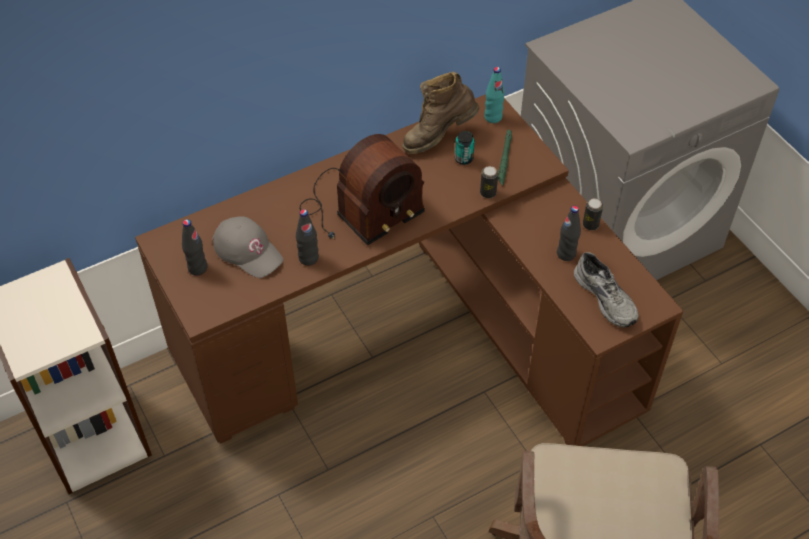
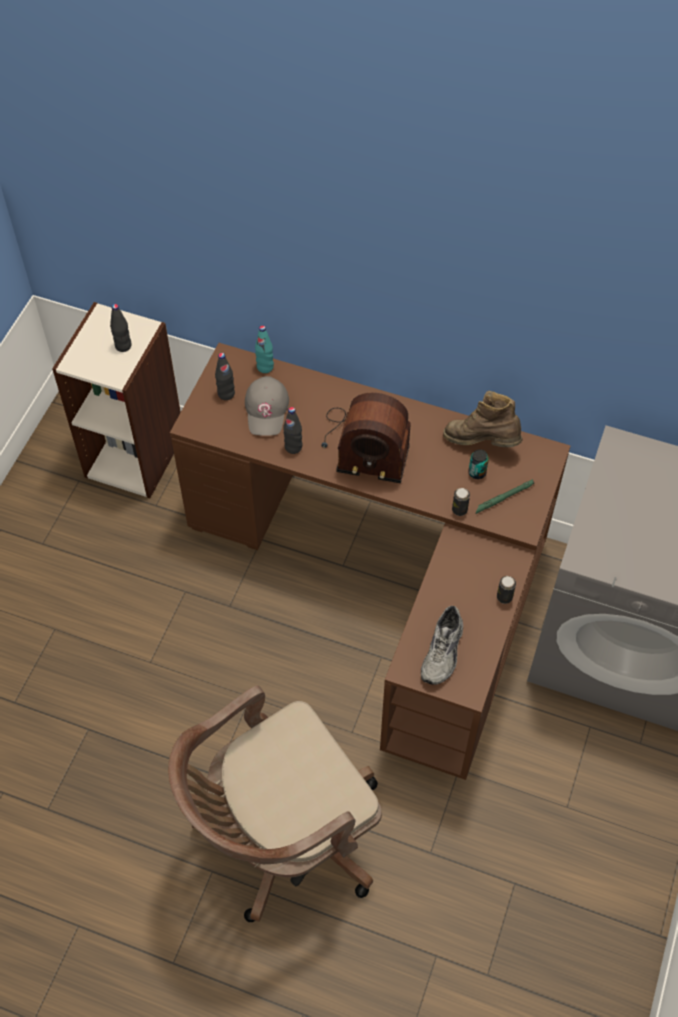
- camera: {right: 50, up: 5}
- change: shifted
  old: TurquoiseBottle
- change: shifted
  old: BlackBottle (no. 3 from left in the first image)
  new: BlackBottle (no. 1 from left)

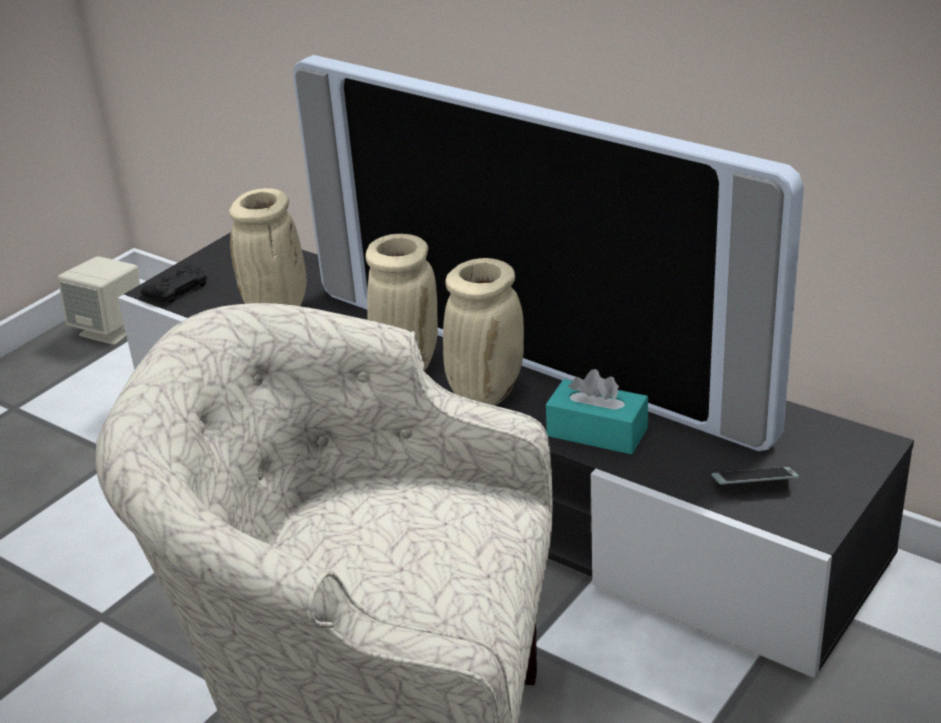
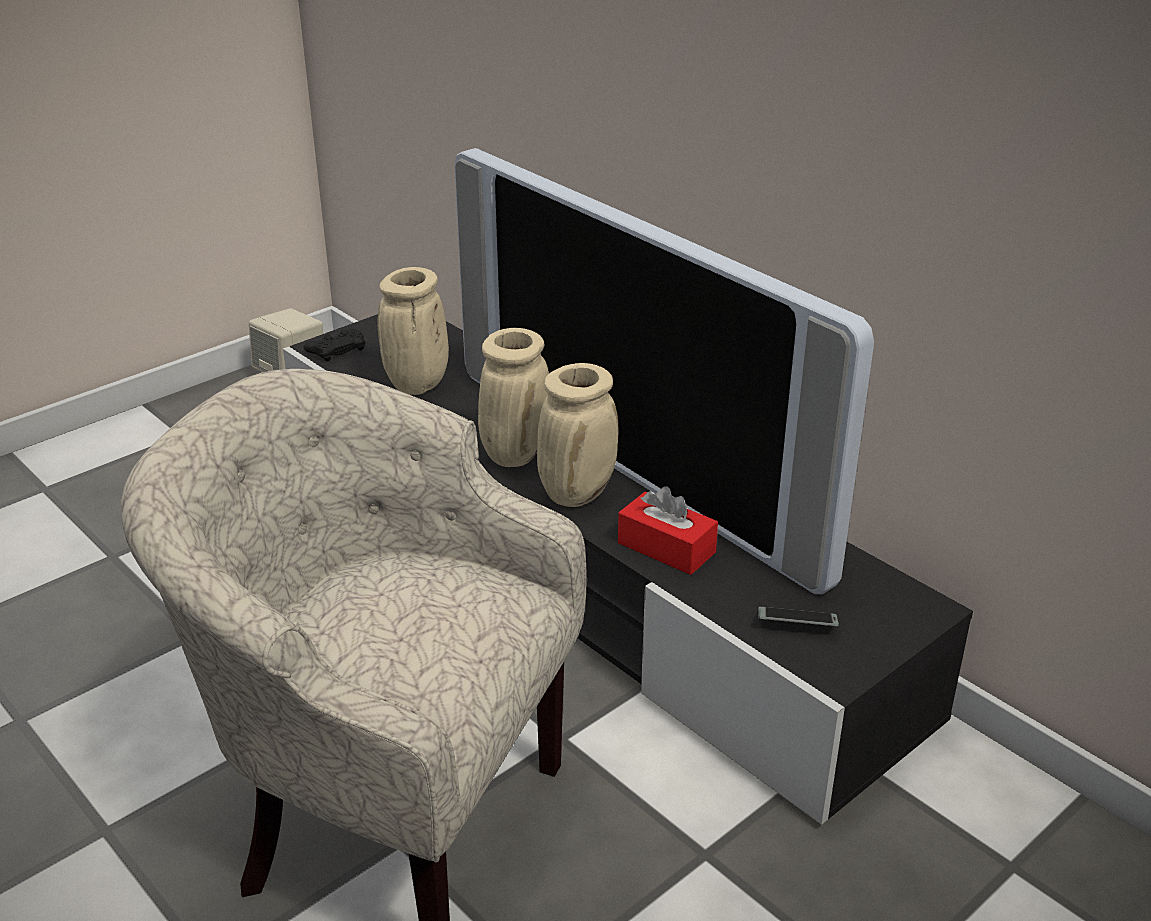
- camera: {right: 10, up: 0}
- change: repainted
  old: TurquoiseTissueBox
  new: RedTissueBox

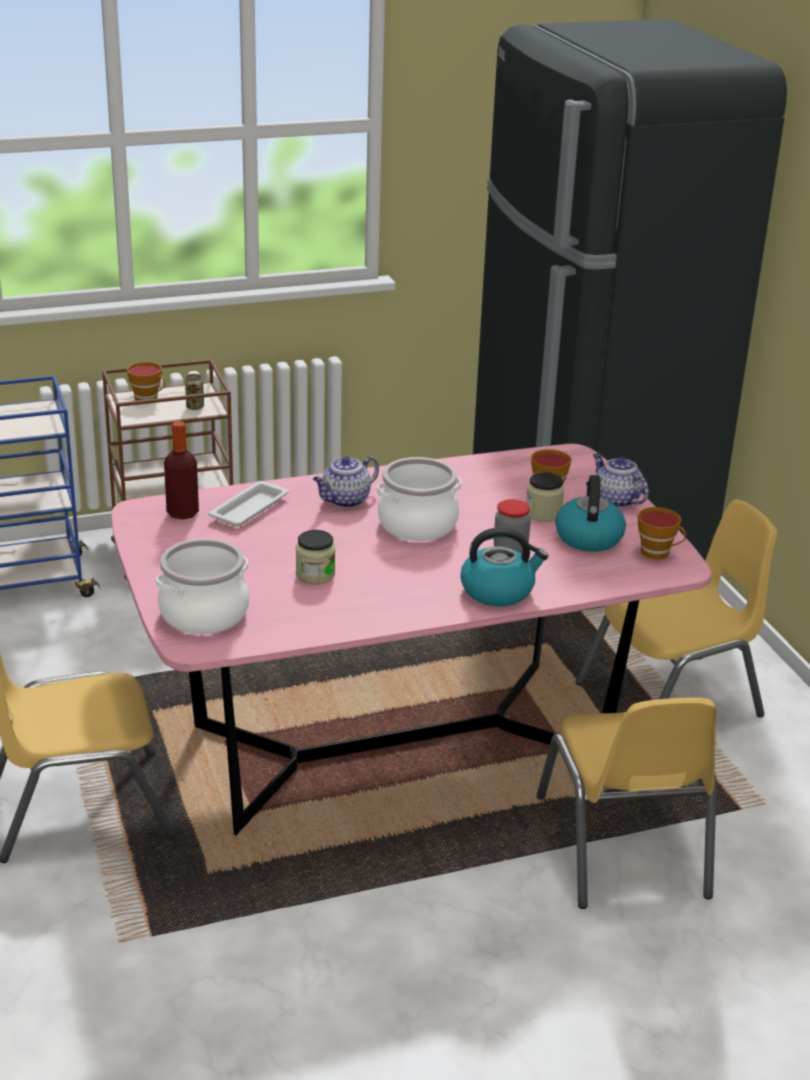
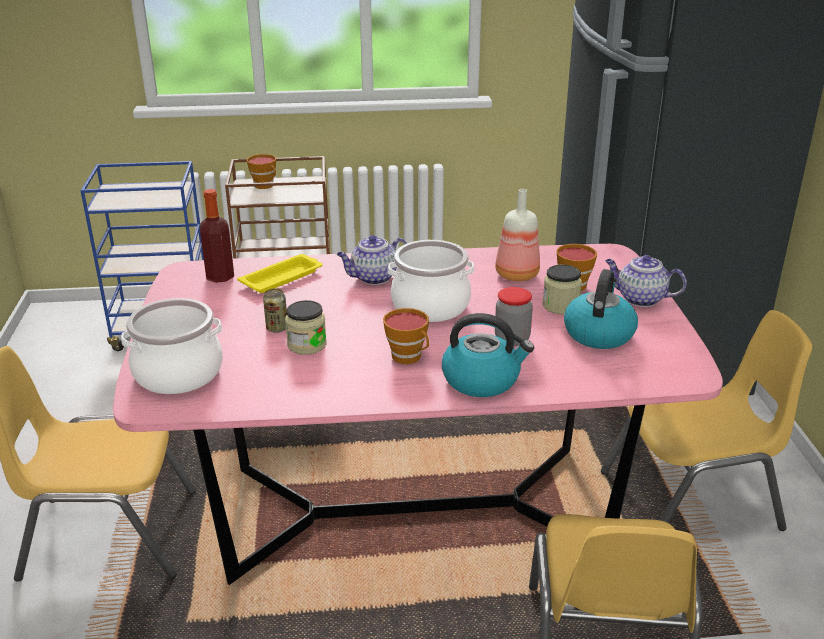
- camera: {right: 15, up: 0}
- change: shifted
  old: Can
- change: rotated
  old: Teapot (no. 2 from left)
  degrees: -45
- change: repainted
  old: WhiteTray
  new: YellowTray
- change: shifted
  old: Cup (no. 3 from left in the first image)
  new: Cup (no. 2 from left)
- change: new
  new: Bottle (no. 2 from left)

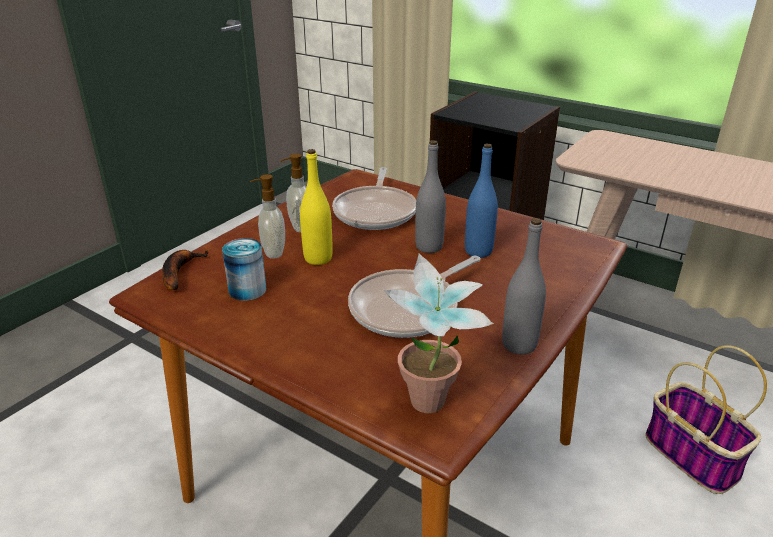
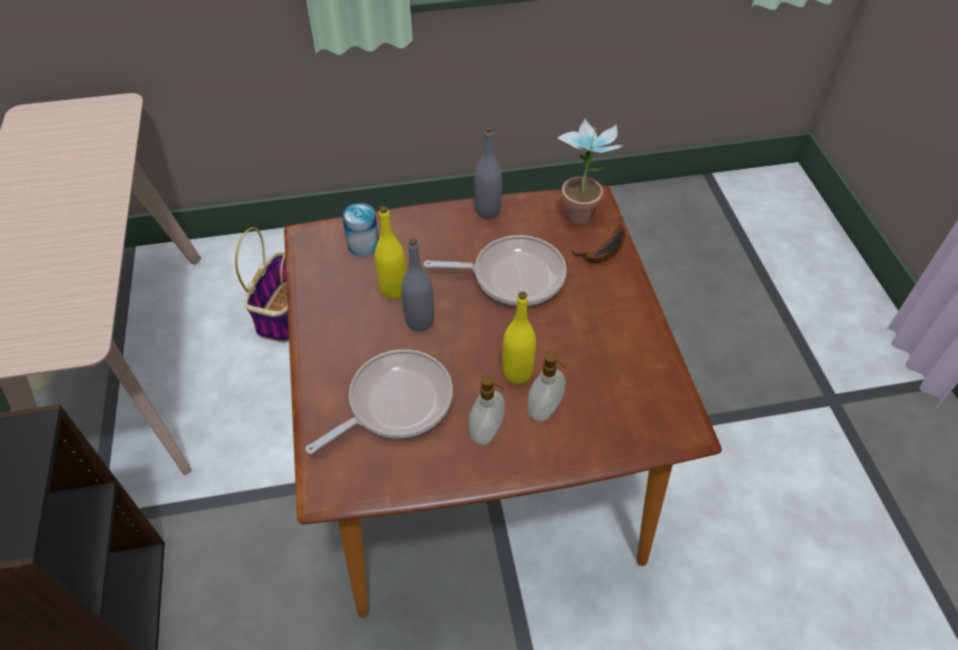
- camera: {right: -135, up: 20}
- change: repainted
  old: BlueBottle
  new: YellowBottle (no. 1 from left)
- change: shifted
  old: Can
- change: shifted
  old: Banana

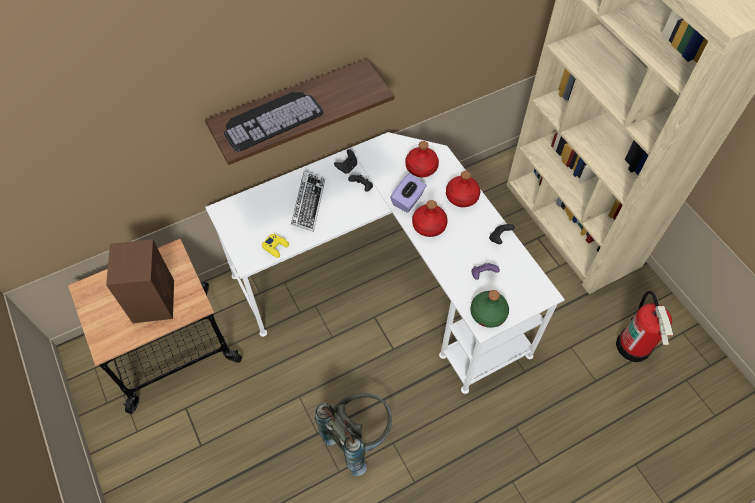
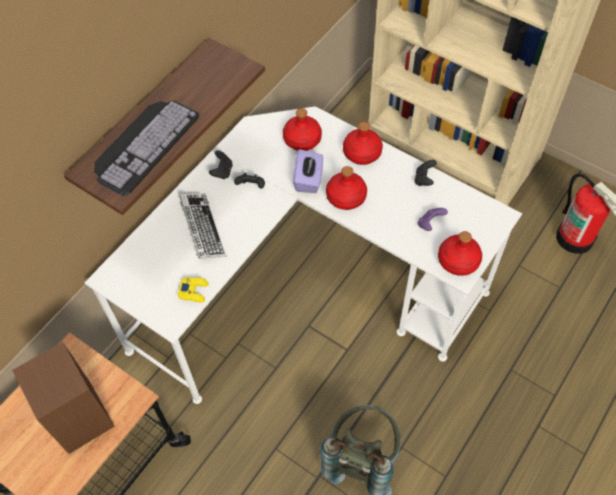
- camera: {right: -25, up: 0}
- change: repainted
  old: GreenBottle
  new: RedBottle (no. 4 from left)

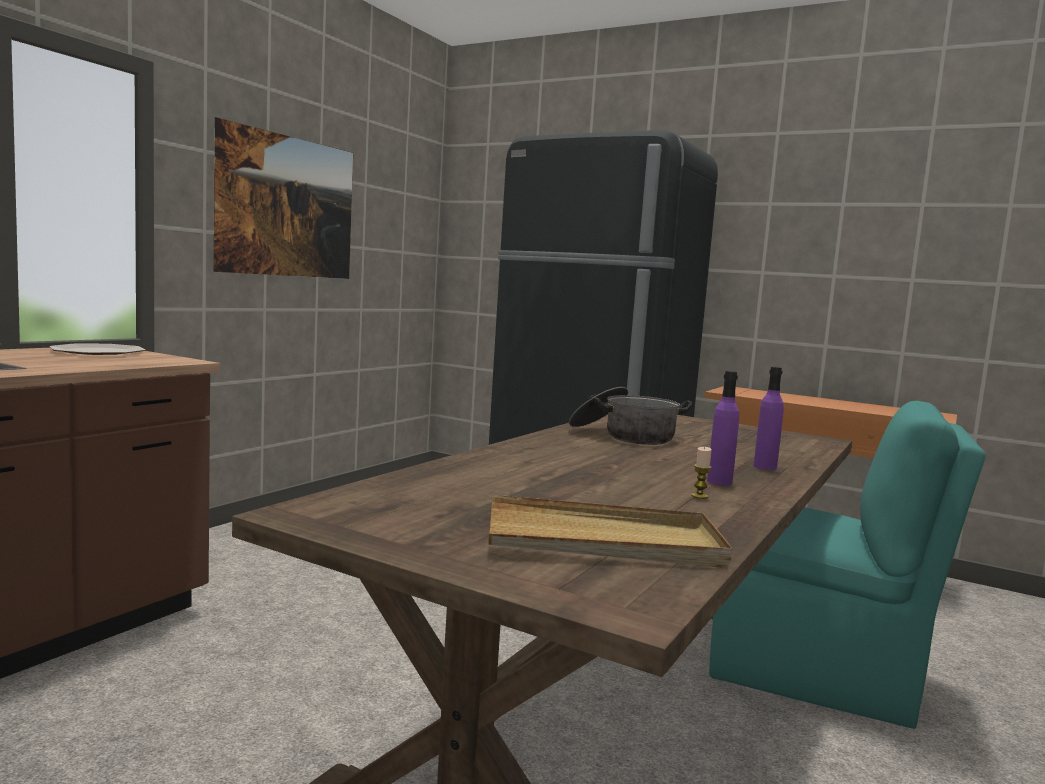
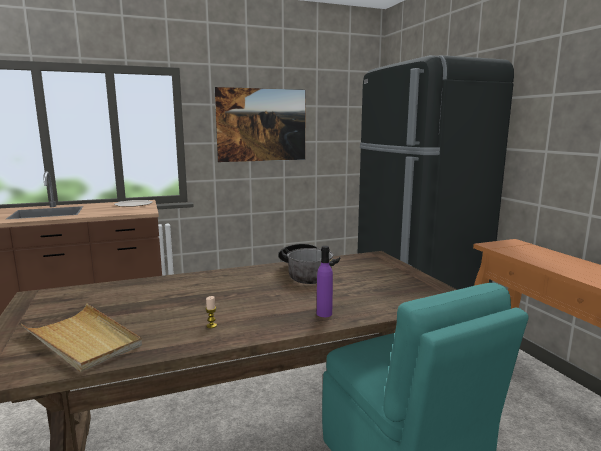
- camera: {right: 40, up: 5}
- change: gone
  old: PurpleBottle (no. 1 from left)

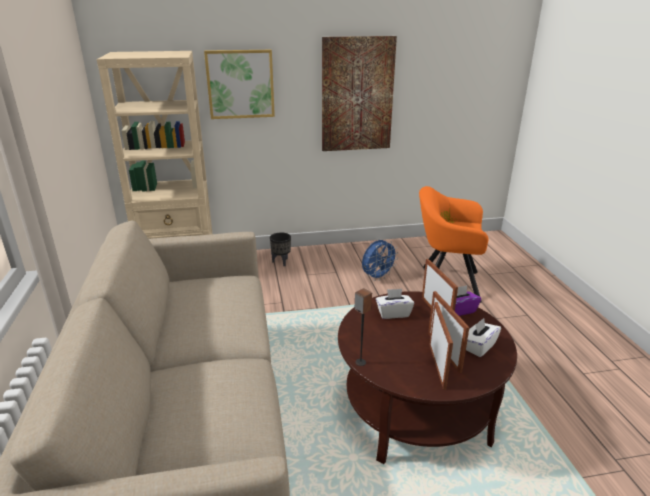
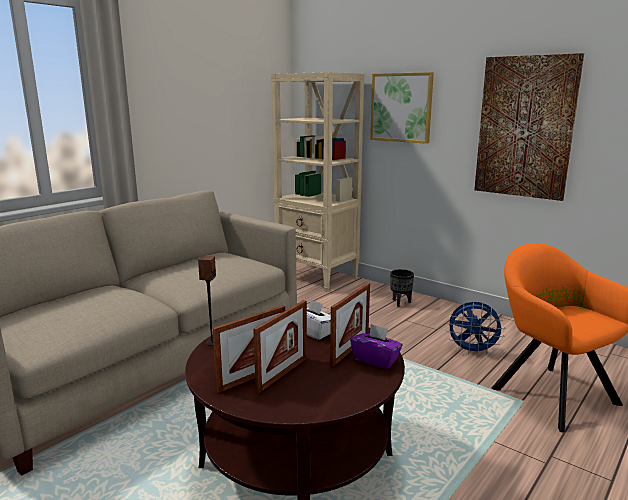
- camera: {right: 50, up: -10}
- change: gone
  old: WhiteTissueBox (no. 2 from left)

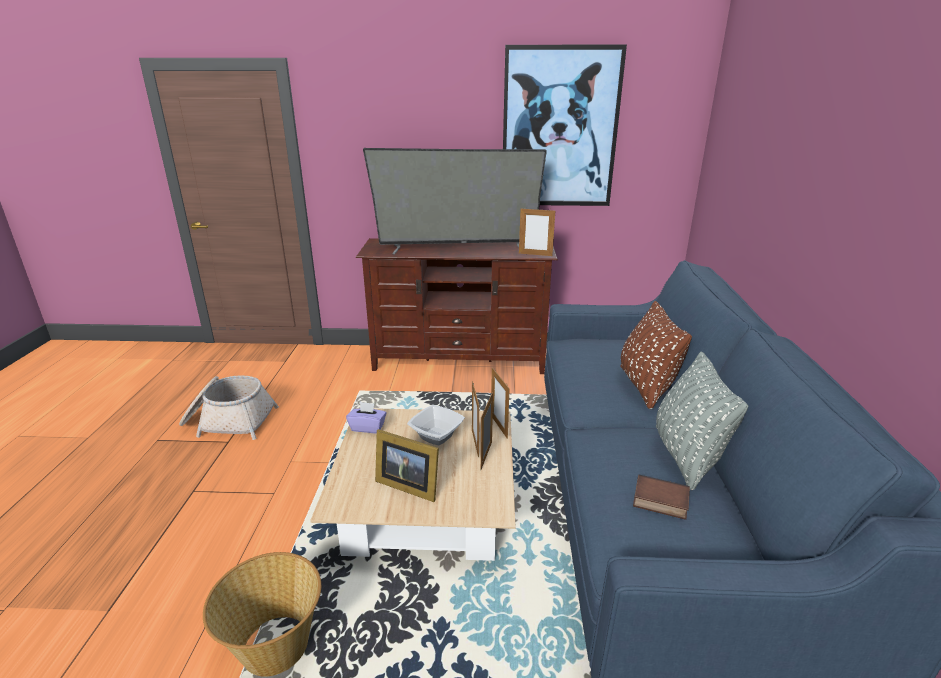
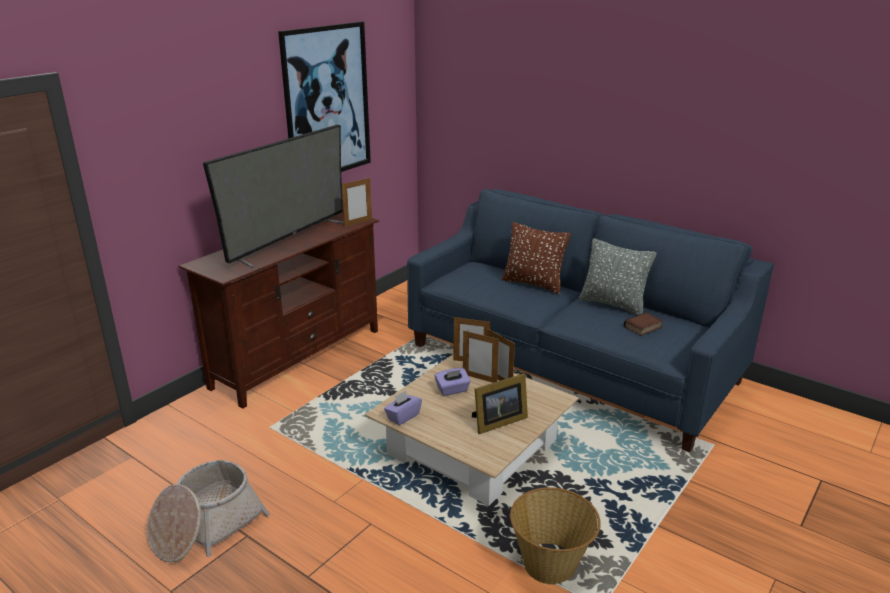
- camera: {right: -55, up: 0}
- change: swapped
  old: Bowl
  new: PurpleTissueBox (no. 2 from left)

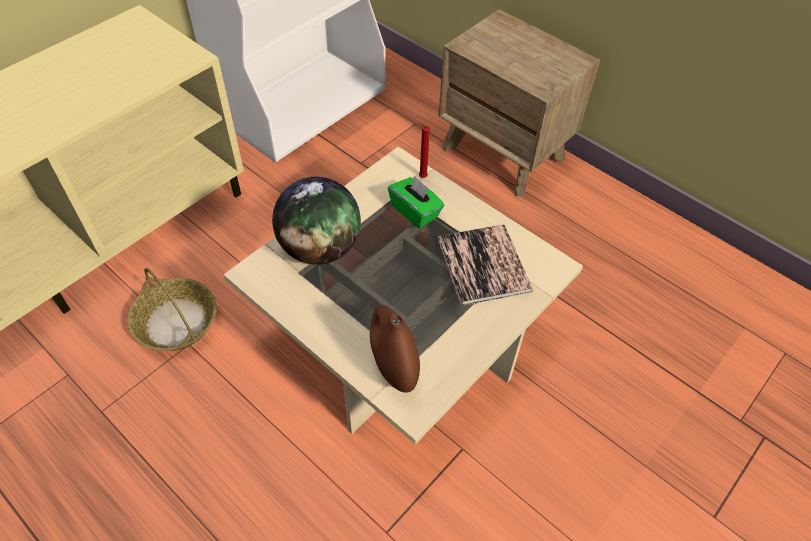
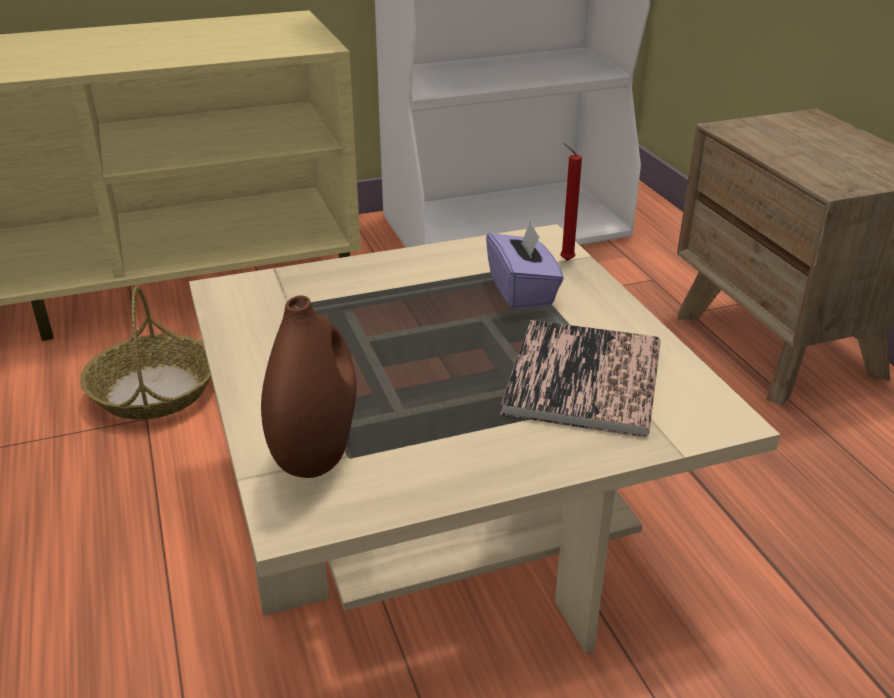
- camera: {right: 30, up: -20}
- change: repainted
  old: GreenTissueBox
  new: PurpleTissueBox
- change: gone
  old: Globe

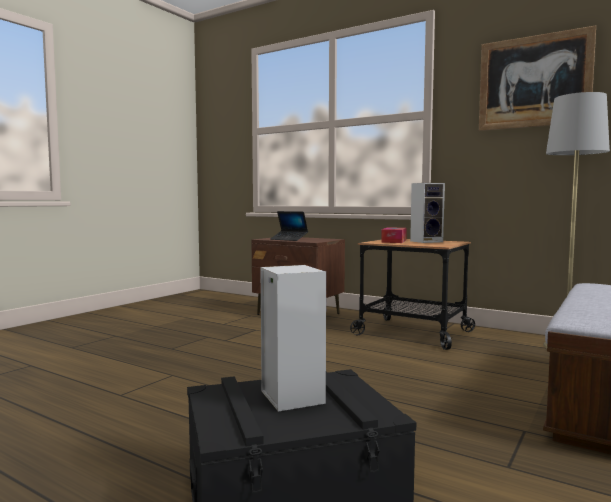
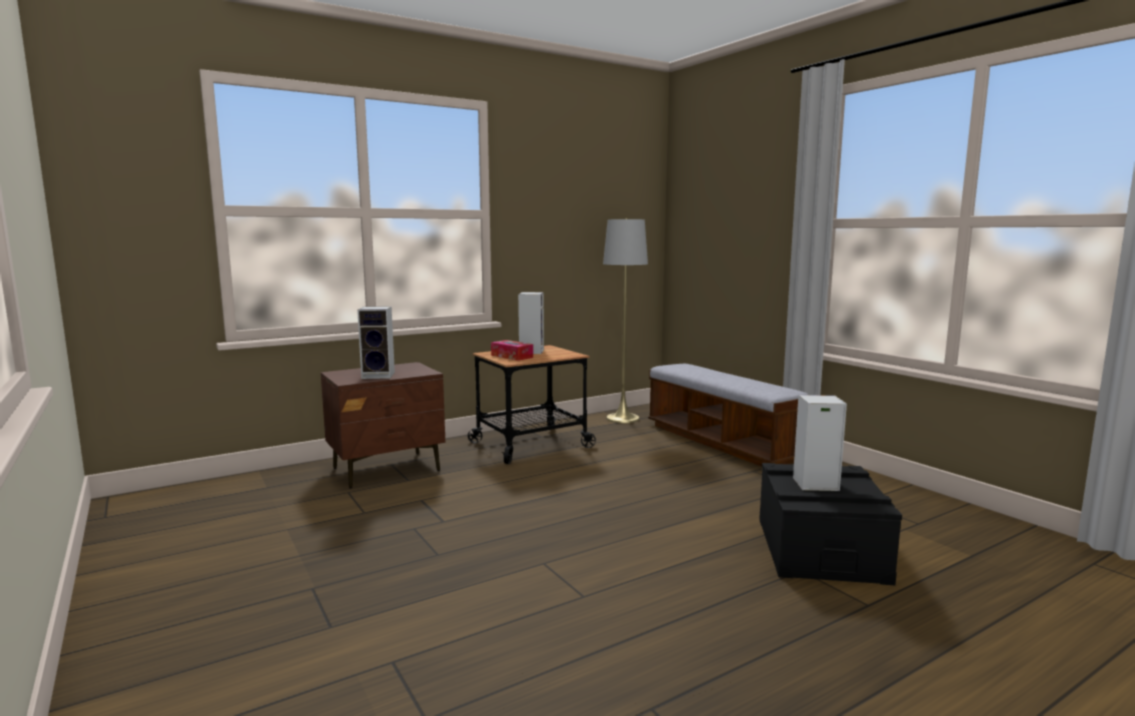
- camera: {right: -65, up: 5}
- change: gone
  old: Picture
- change: swapped
  old: Laptop
  new: Speaker (no. 1 from left)

